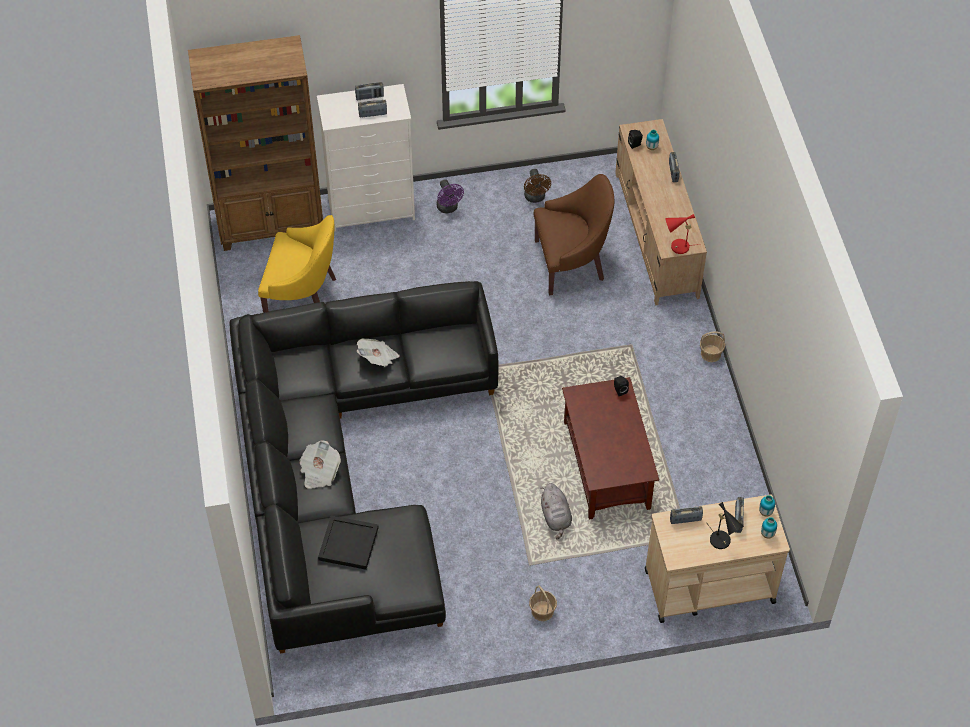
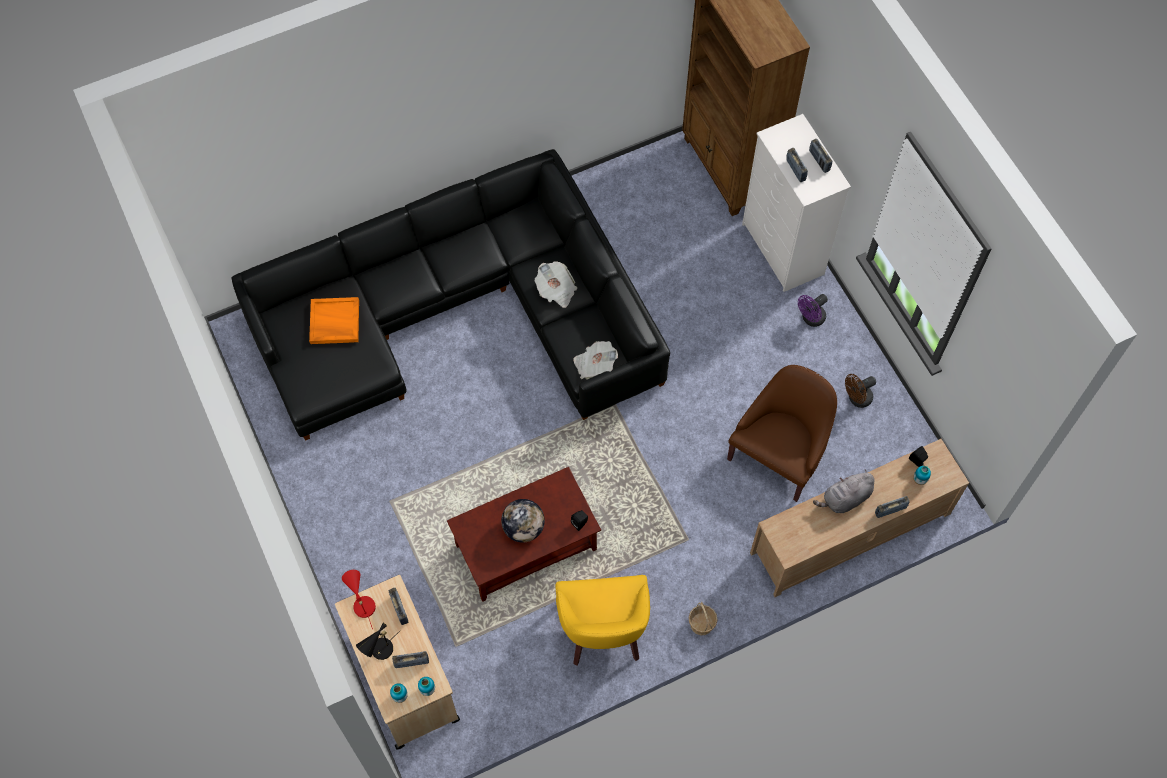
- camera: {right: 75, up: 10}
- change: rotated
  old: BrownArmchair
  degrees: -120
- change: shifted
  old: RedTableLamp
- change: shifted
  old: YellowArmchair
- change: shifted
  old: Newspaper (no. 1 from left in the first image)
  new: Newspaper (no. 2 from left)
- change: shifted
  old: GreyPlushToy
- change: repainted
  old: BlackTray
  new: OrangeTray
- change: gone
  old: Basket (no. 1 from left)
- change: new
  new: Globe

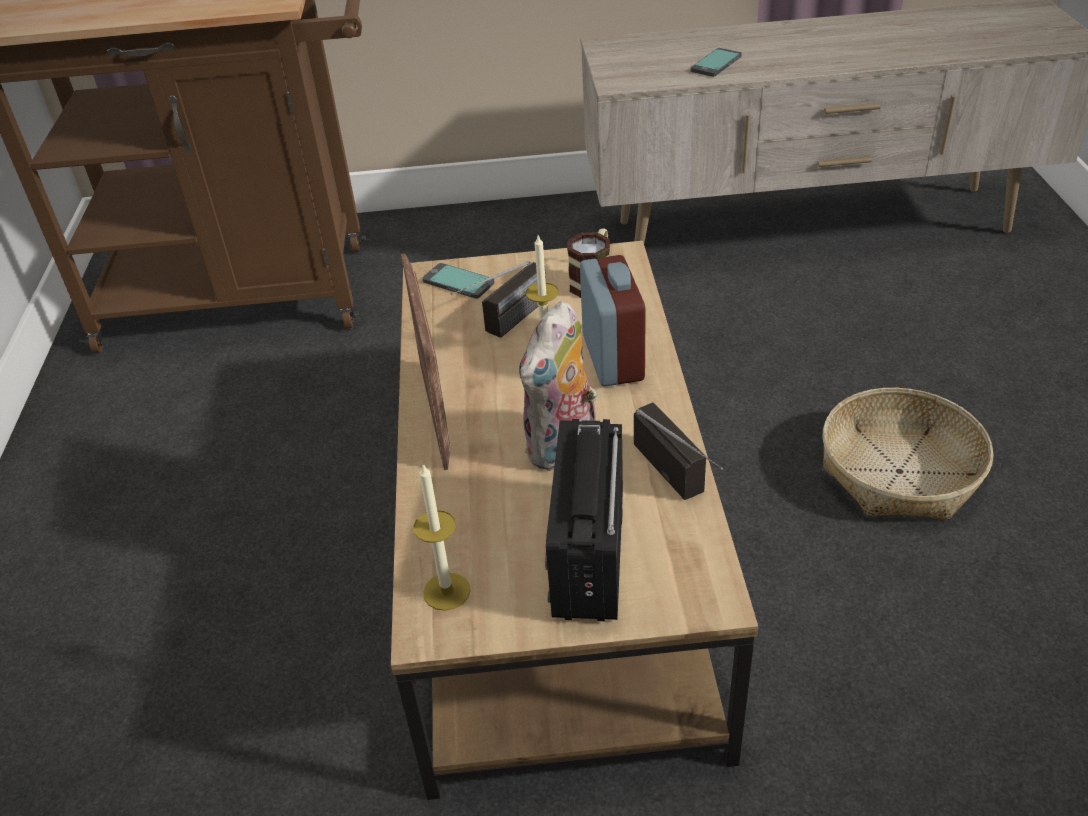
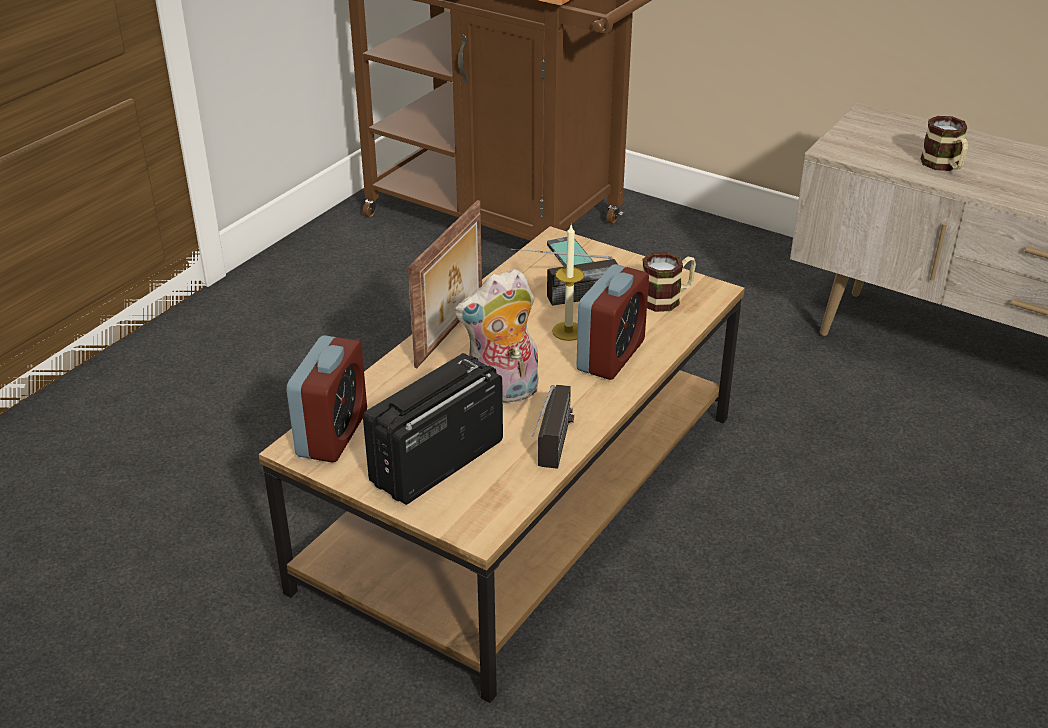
- camera: {right: 35, up: -5}
- change: swapped
  old: Phone (no. 2 from left)
  new: Mug (no. 2 from left)
- change: gone
  old: Basket
- change: swapped
  old: Candle (no. 1 from left)
  new: AlarmClock (no. 1 from left)

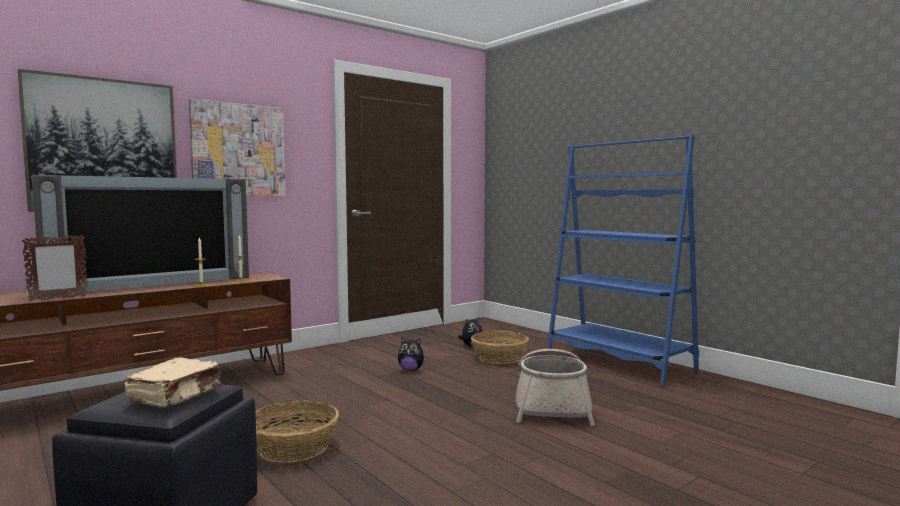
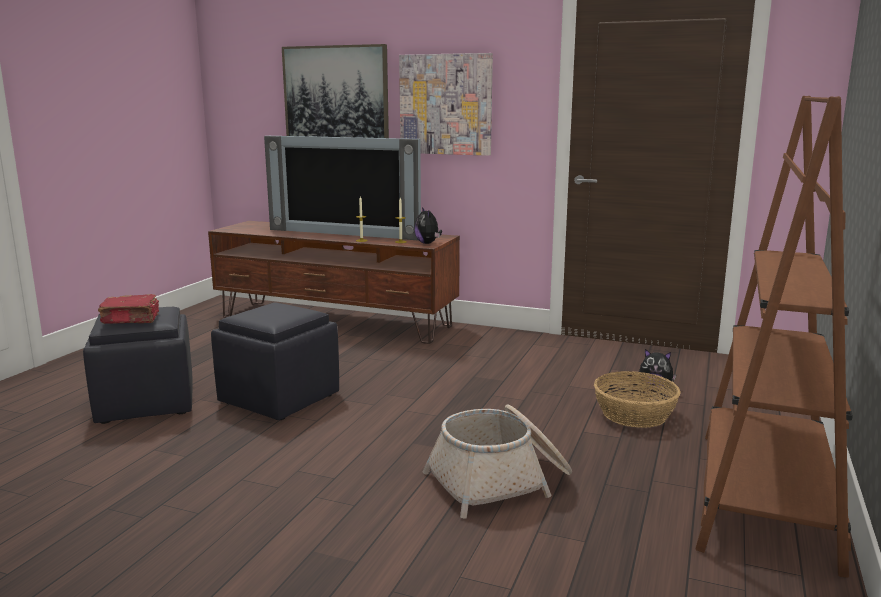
- camera: {right: 60, up: 10}
- change: repainted
  old: BlueBookcase
  new: BrownBookcase
- change: gone
  old: PictureFrame
- change: shifted
  old: PlushToy (no. 1 from left)
- change: repainted
  old: BeigeBook
  new: RedBook
- change: swapped
  old: Basket (no. 1 from left)
  new: BlackOttoman (no. 2 from left)

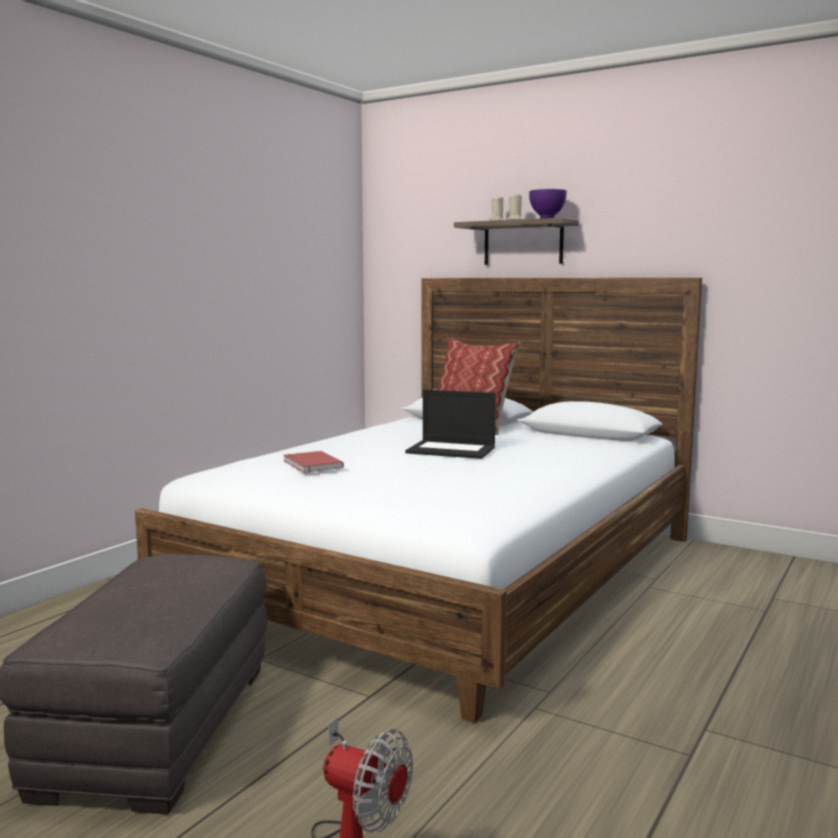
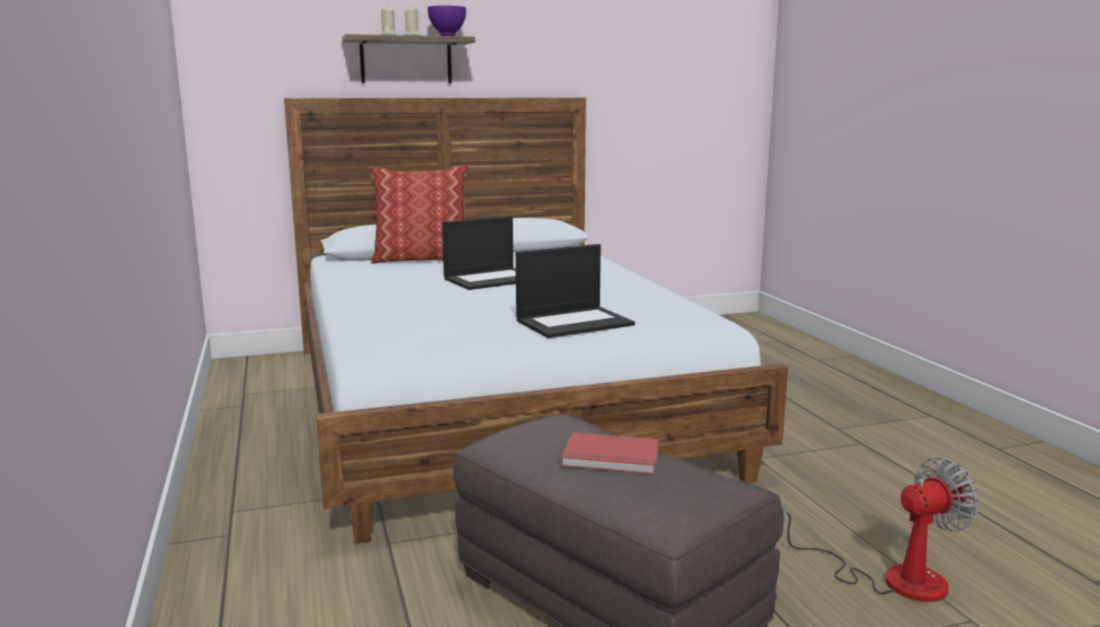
- camera: {right: -50, up: 5}
- change: shifted
  old: RedBook
- change: new
  new: Laptop (no. 2 from left)

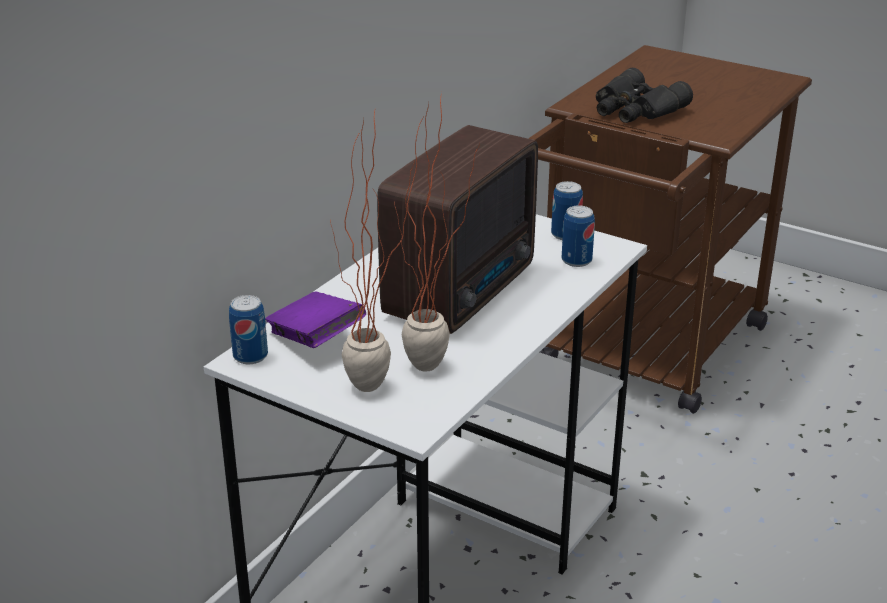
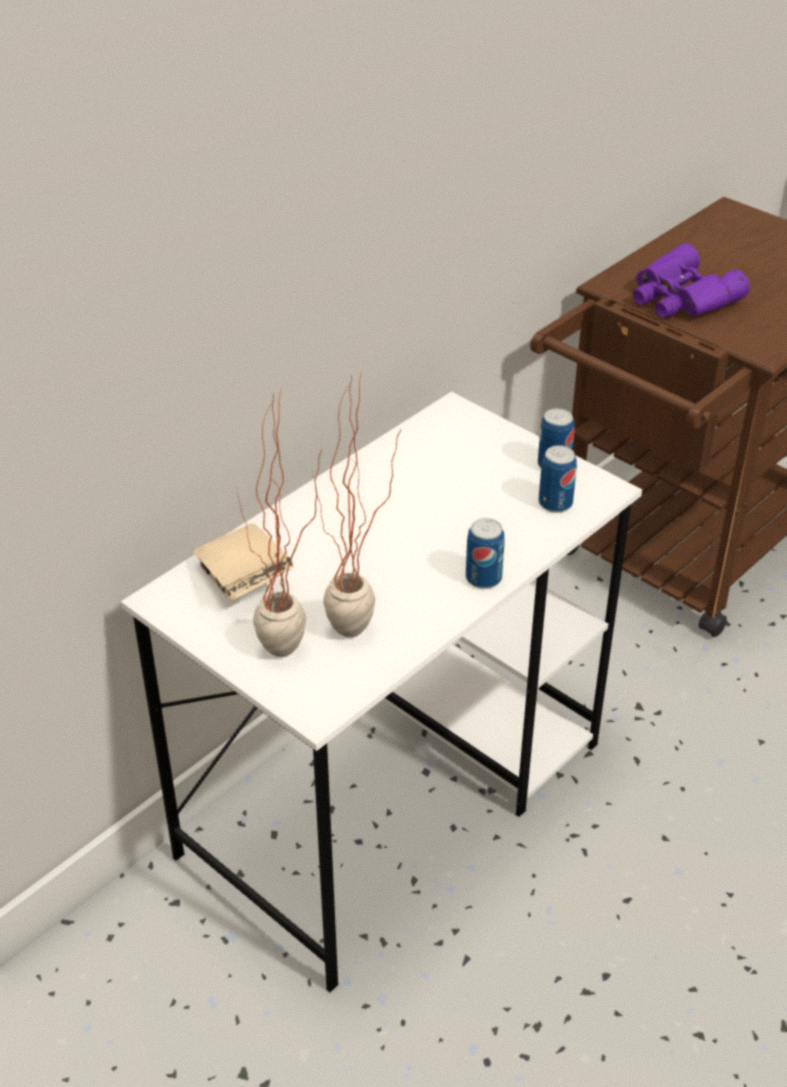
- camera: {right: 10, up: 10}
- change: repainted
  old: BlackBinoculars
  new: PurpleBinoculars
- change: gone
  old: Radio
- change: repainted
  old: PurpleBook
  new: BeigeBook
- change: shifted
  old: Can (no. 1 from left)

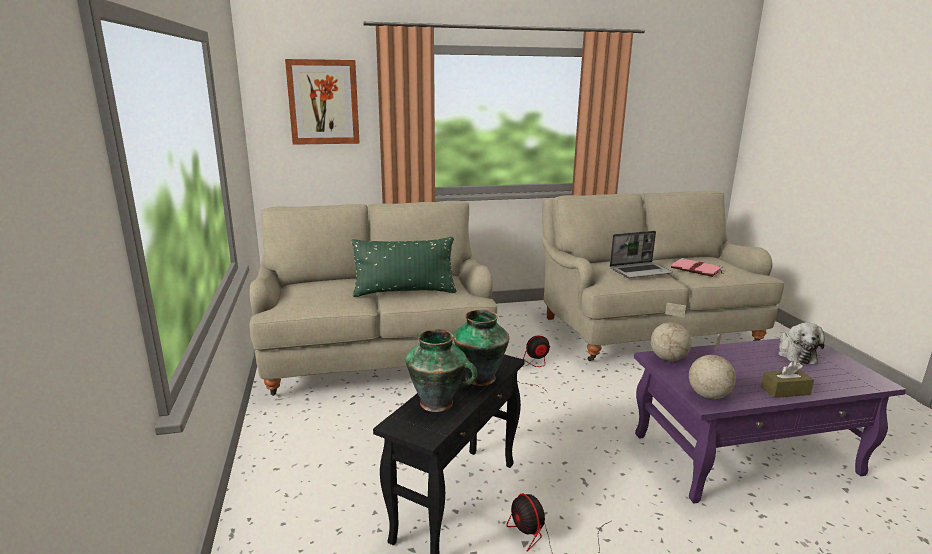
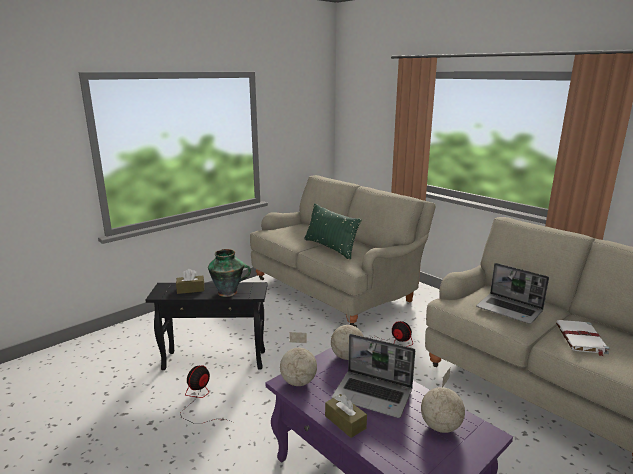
- camera: {right: 60, up: 0}
- change: gone
  old: Picture
- change: repainted
  old: PinkBook
  new: WhiteBook
- change: swapped
  old: PlushToy
  new: Globe (no. 3 from left)
- change: swapped
  old: Vase (no. 1 from left)
  new: BrownTissueBox (no. 1 from left)
- change: new
  new: Laptop (no. 1 from left)

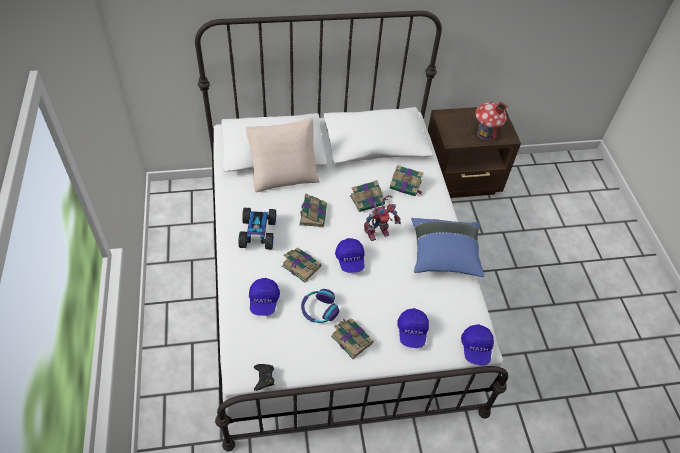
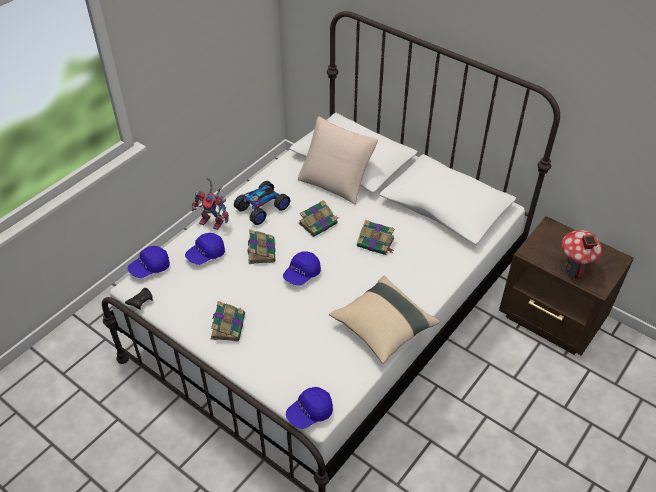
- camera: {right: 50, up: -5}
- change: gone
  old: Book (no. 5 from left)
- change: shifted
  old: ToyRobot
- change: repainted
  old: BluePillow
  new: BeigePillow (no. 2 from left)
- change: gone
  old: Headphones
- change: shifted
  old: BlueCap (no. 3 from left in the first image)
  new: BlueCap (no. 1 from left)

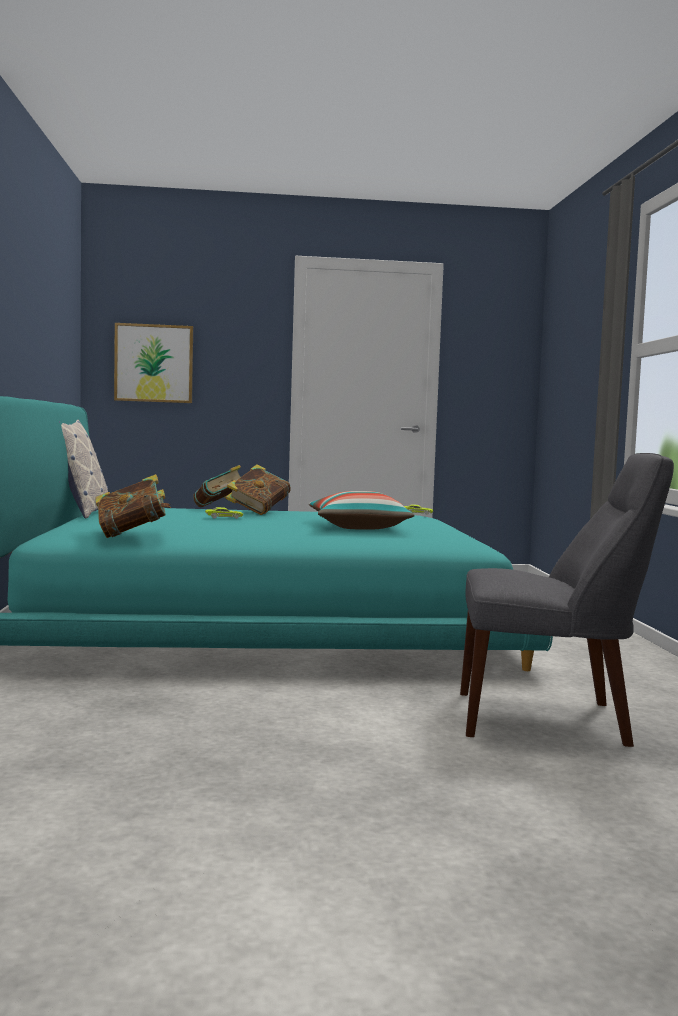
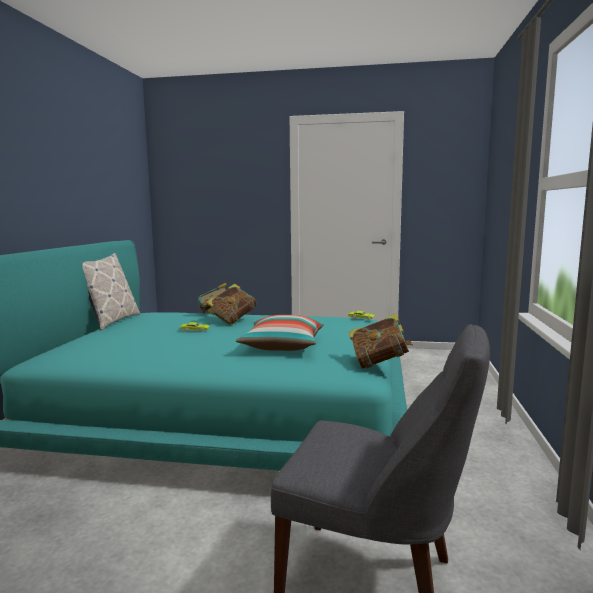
- camera: {right: 15, up: 5}
- change: gone
  old: Picture
- change: shifted
  old: Book (no. 1 from left in the first image)
  new: Book (no. 3 from left)

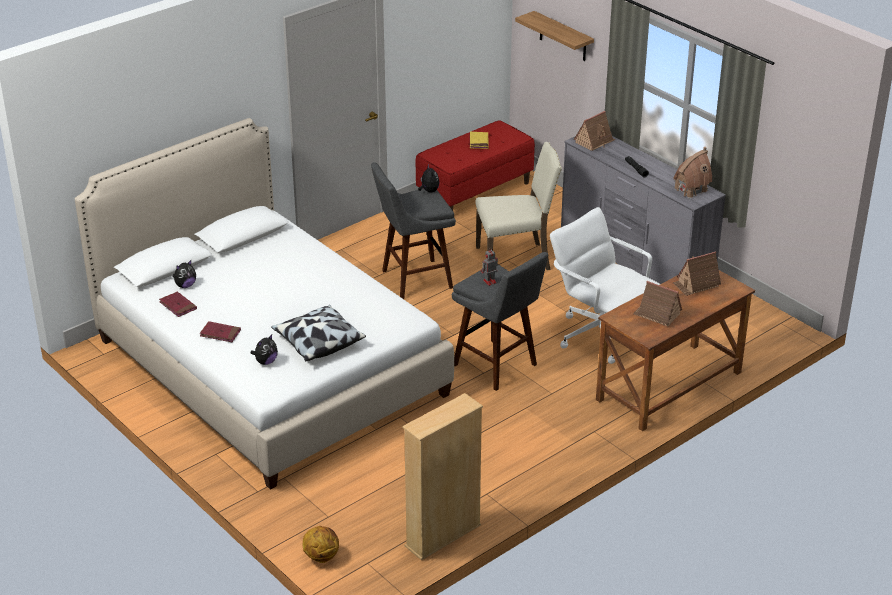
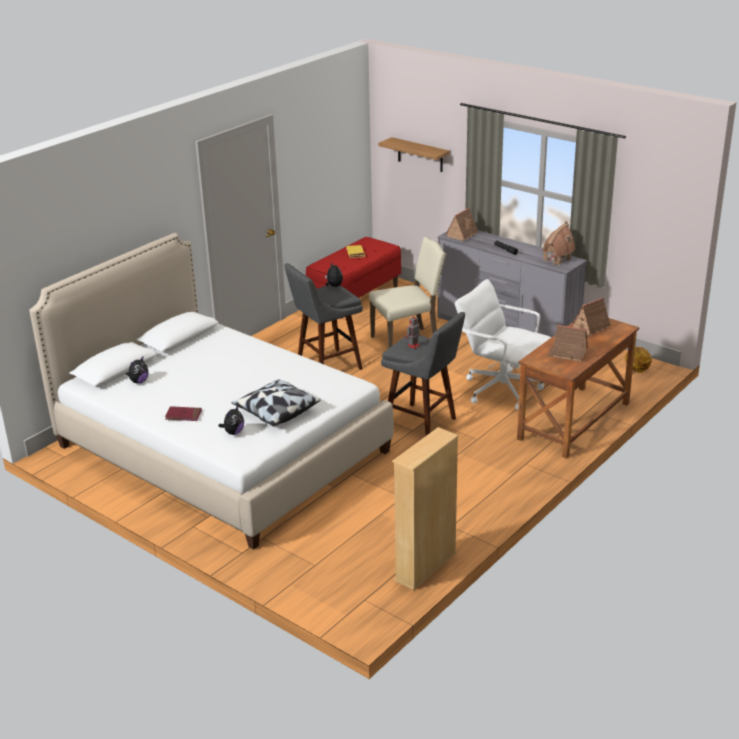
- camera: {right: -10, up: -5}
- change: gone
  old: RedBook (no. 1 from left)
- change: shifted
  old: Basketball

